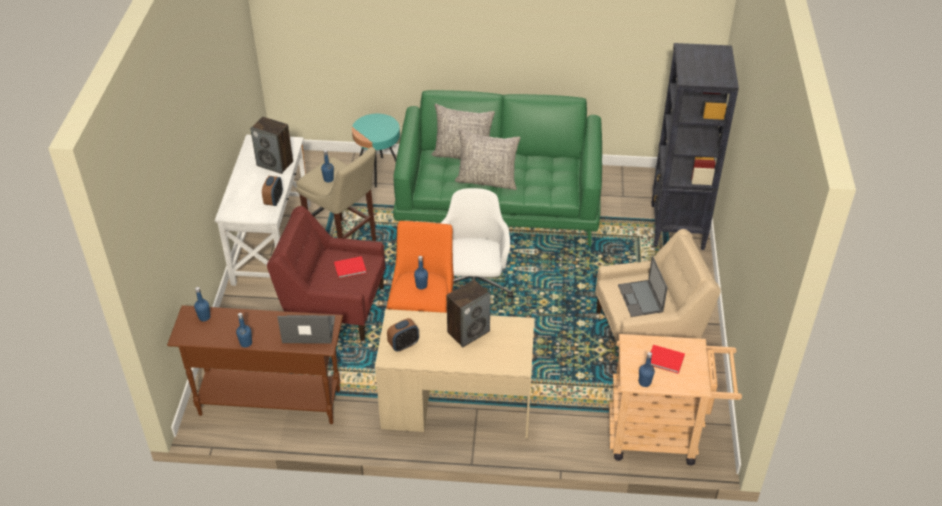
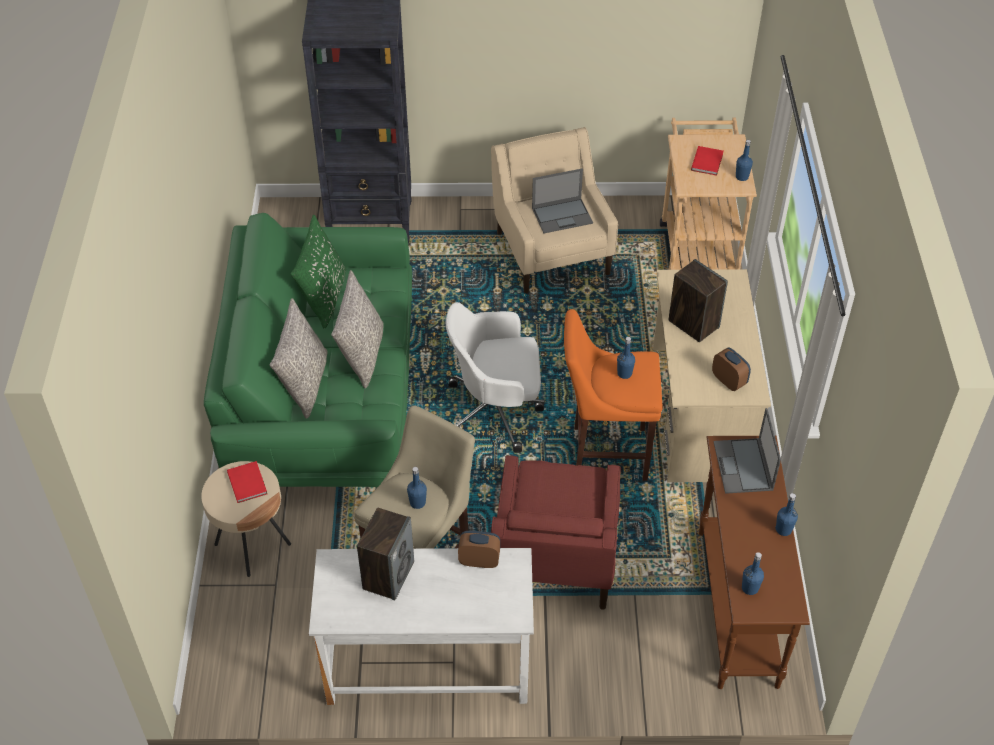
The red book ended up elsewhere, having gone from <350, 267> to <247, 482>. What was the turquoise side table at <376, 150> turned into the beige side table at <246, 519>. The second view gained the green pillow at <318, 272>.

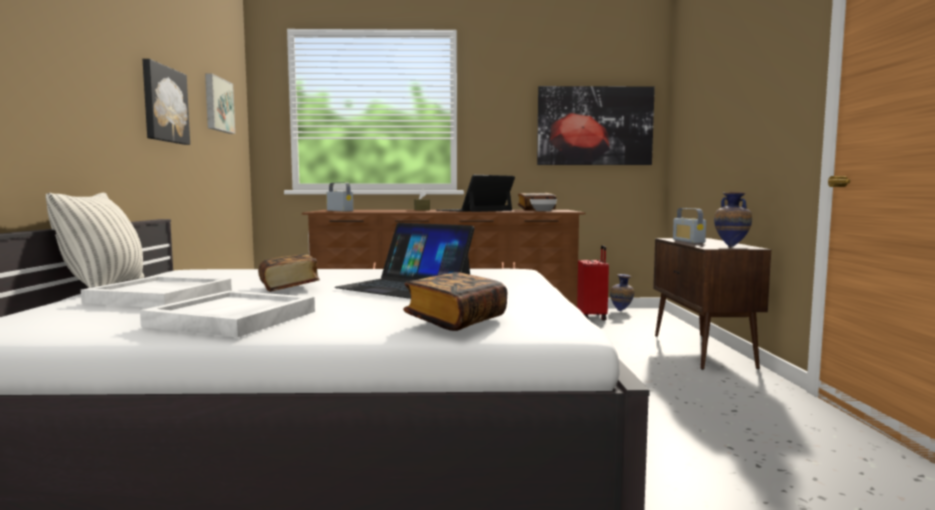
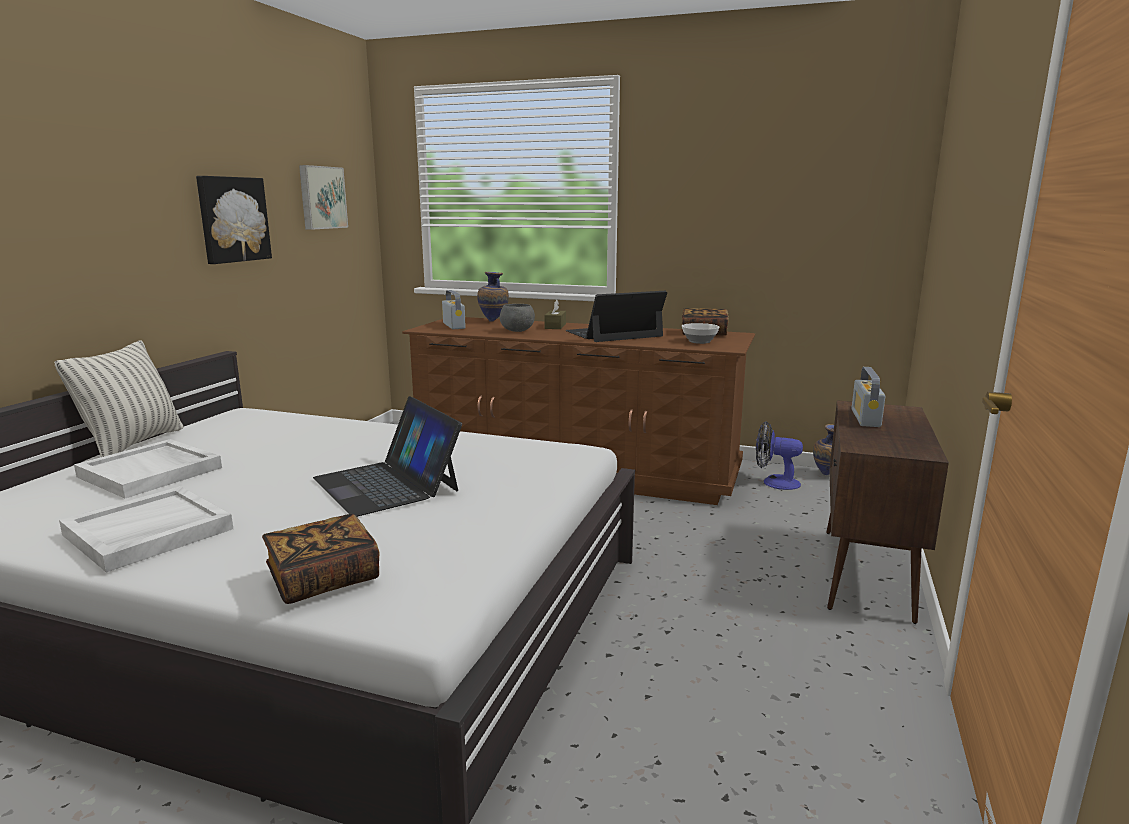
The second view lost the book at <289, 273>. The second view lost the picture at <596, 125>. Where the red suitcase stood at <593, 282>, the fan came to stand at <779, 455>. The vase ended up elsewhere, having gone from <733, 219> to <493, 297>. The second view gained the grey bowl at <517, 318>.

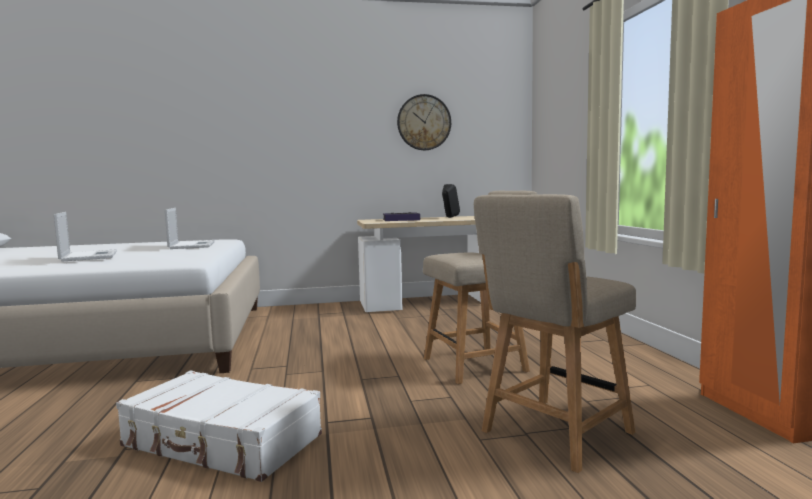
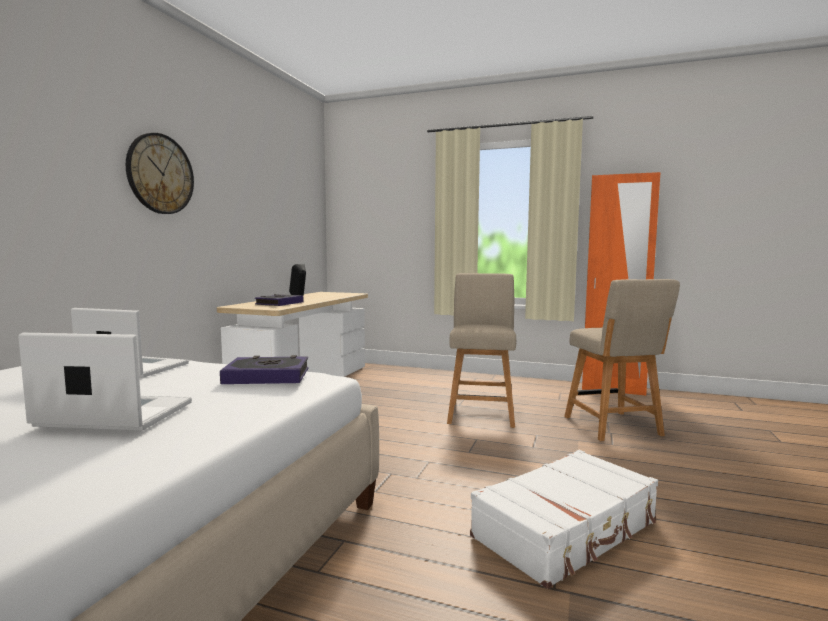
The wall clock ended up elsewhere, having gone from <424, 122> to <160, 173>. The second view gained the book at <264, 369>.

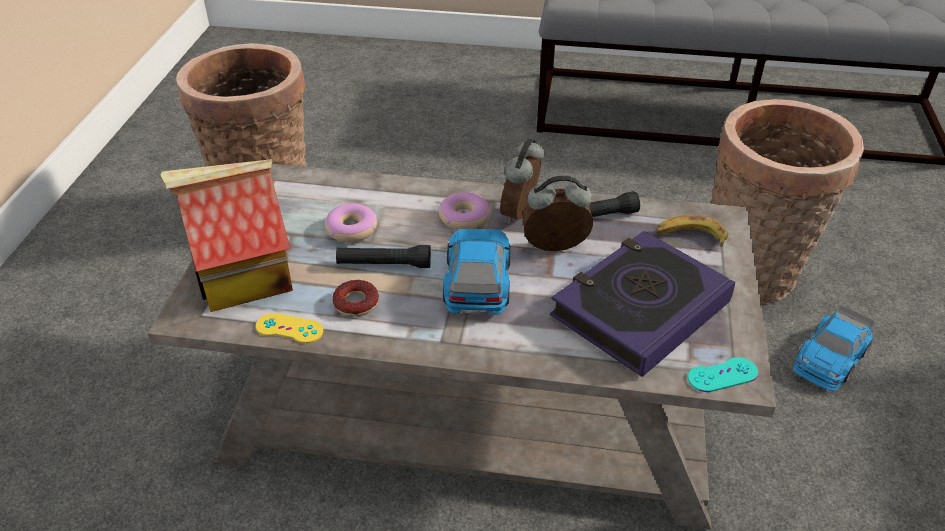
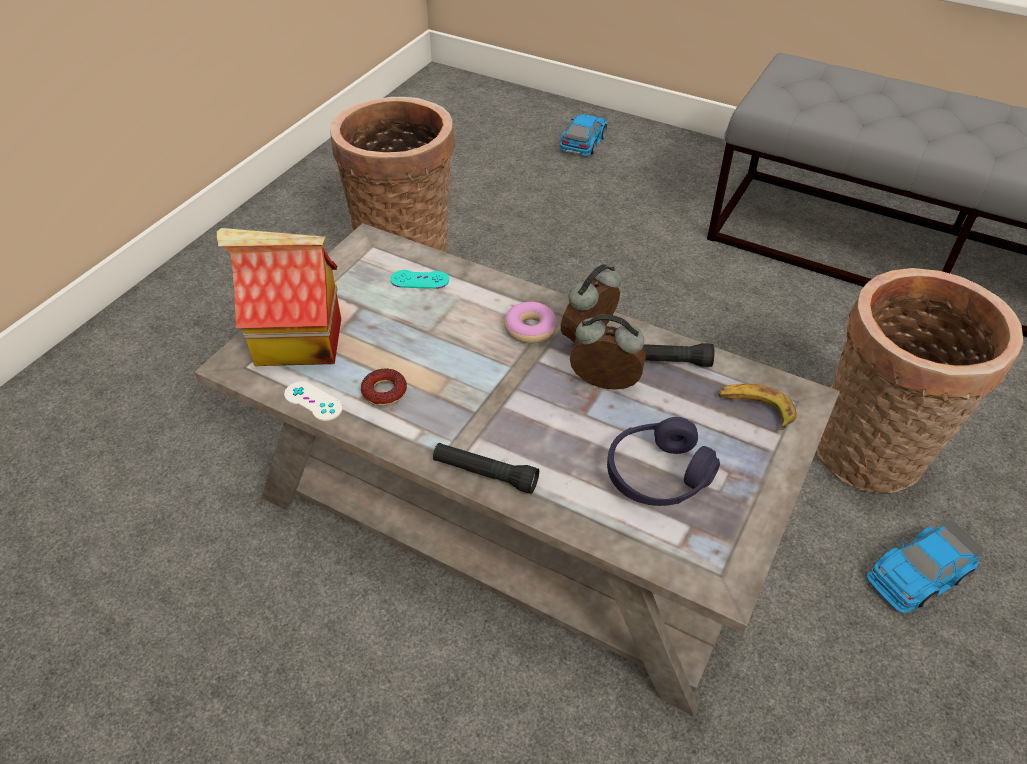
What was the yellow game controller at <289, 328> turned into the white game controller at <313, 401>. The second view lost the donut at <351, 223>. The black flashlight ended up elsewhere, having gone from <383, 256> to <486, 468>. The toy car ended up elsewhere, having gone from <477, 272> to <584, 135>. Where the book stood at <642, 304>, the purple headphones came to stand at <663, 461>. The turquoise game controller ended up elsewhere, having gone from <723, 374> to <419, 279>.

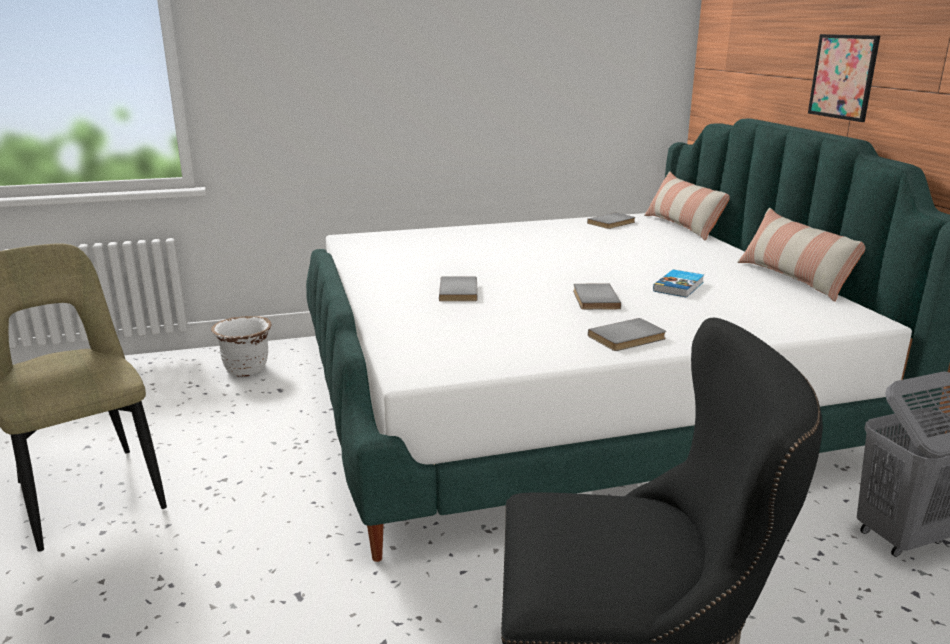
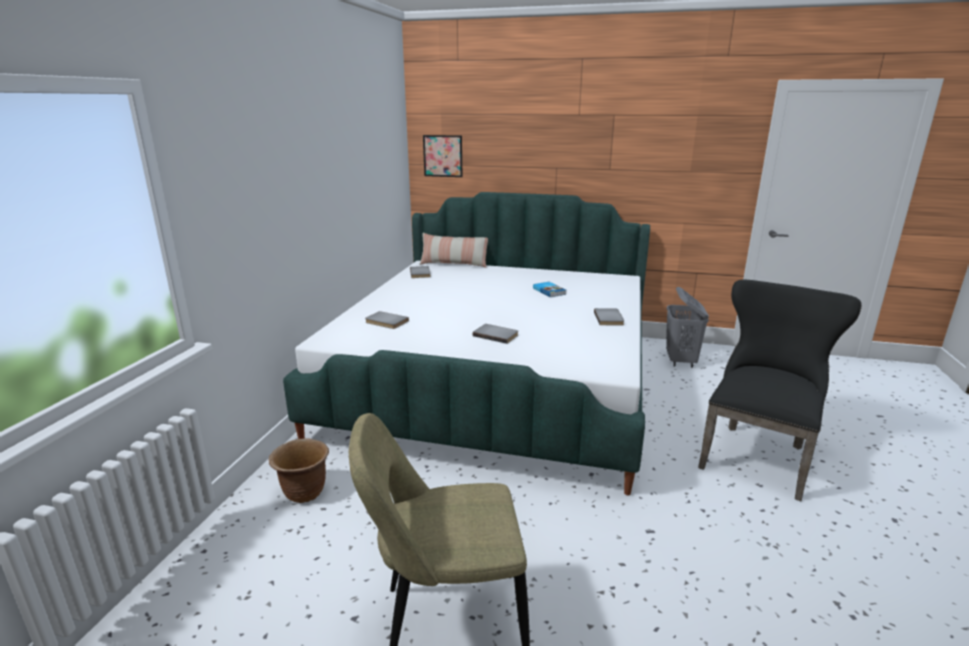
What was the white planter at <241, 346> turned into the brown planter at <298, 470>. The grey book ended up elsewhere, having gone from <597, 296> to <387, 320>. The second view lost the pillow at <801, 255>. The picture ended up elsewhere, having gone from <844, 78> to <442, 156>.

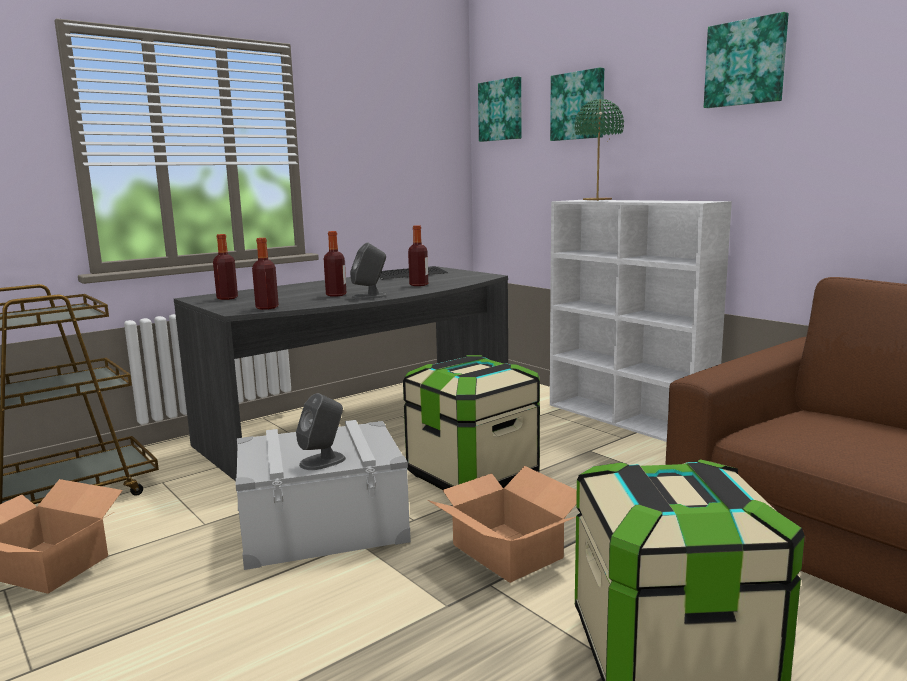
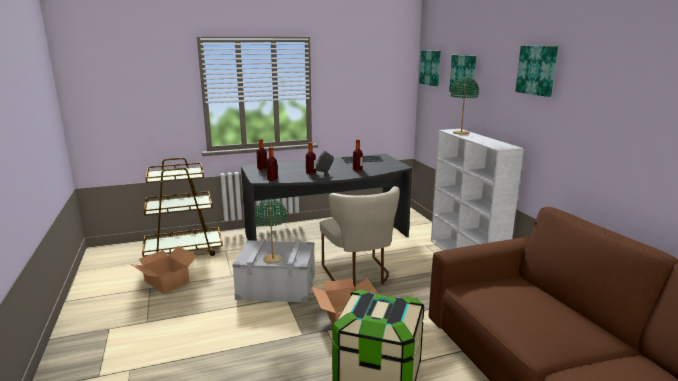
Where the grey speaker stood at <321, 431>, the green table lamp came to stand at <270, 231>. Where the storage box stood at <471, 422>, the beige chair came to stand at <359, 236>.

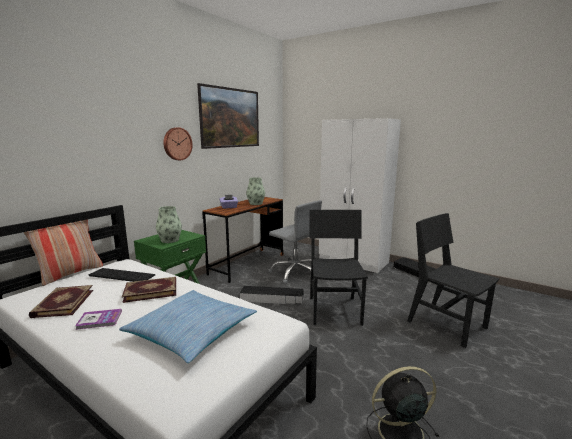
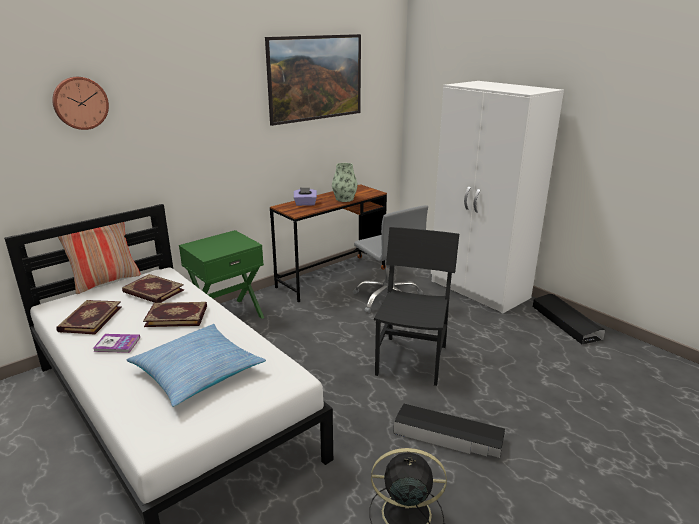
Where the keyboard stood at <121, 275>, the book came to stand at <153, 288>. The second view lost the vase at <169, 224>. The wall clock ended up elsewhere, having gone from <178, 143> to <80, 103>. The black storage box ended up elsewhere, having gone from <271, 295> to <449, 431>. The second view lost the black chair at <453, 280>.

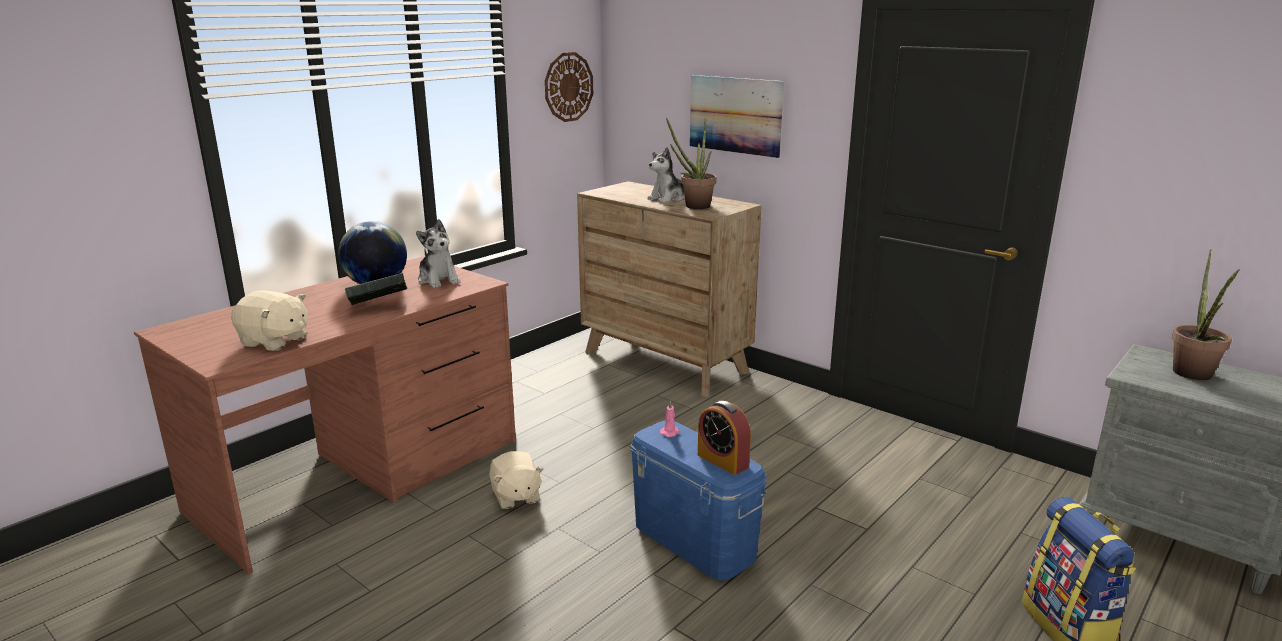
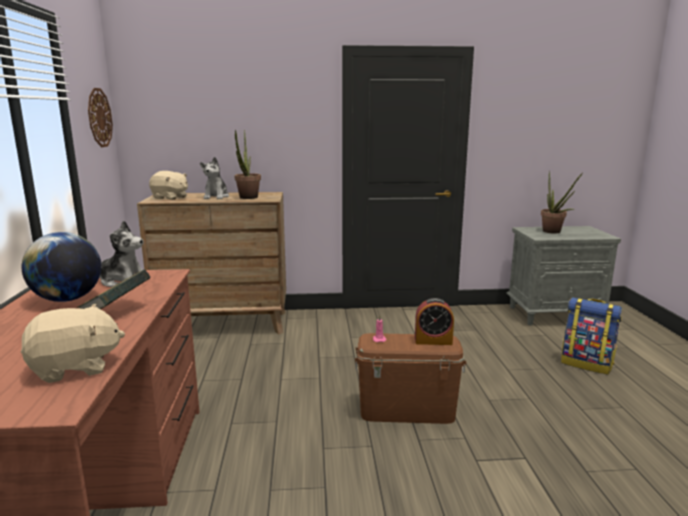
The beige plush toy ended up elsewhere, having gone from <516, 480> to <168, 185>. What was the blue storage box at <699, 500> turned into the brown storage box at <410, 378>. The second view lost the picture at <737, 116>.

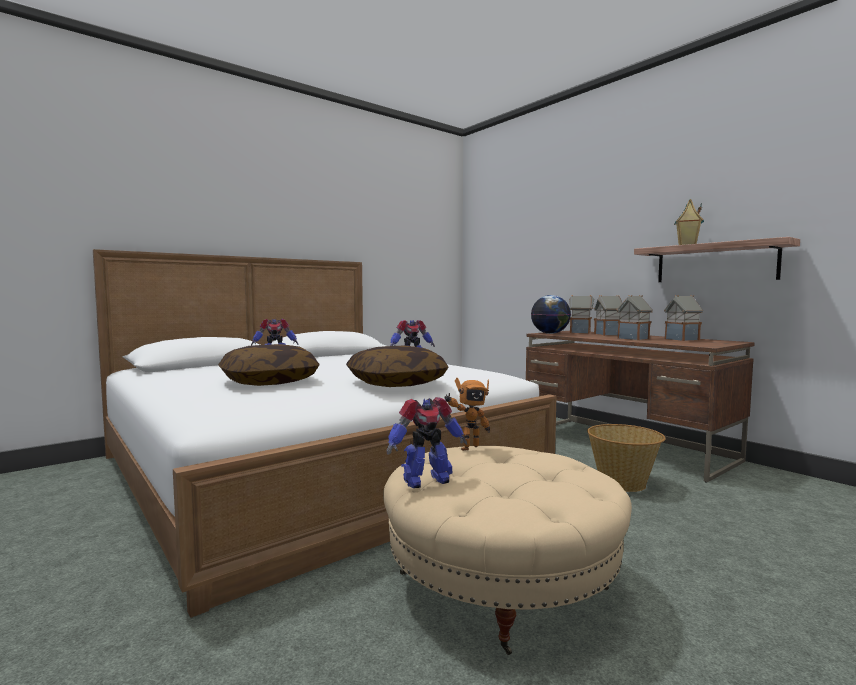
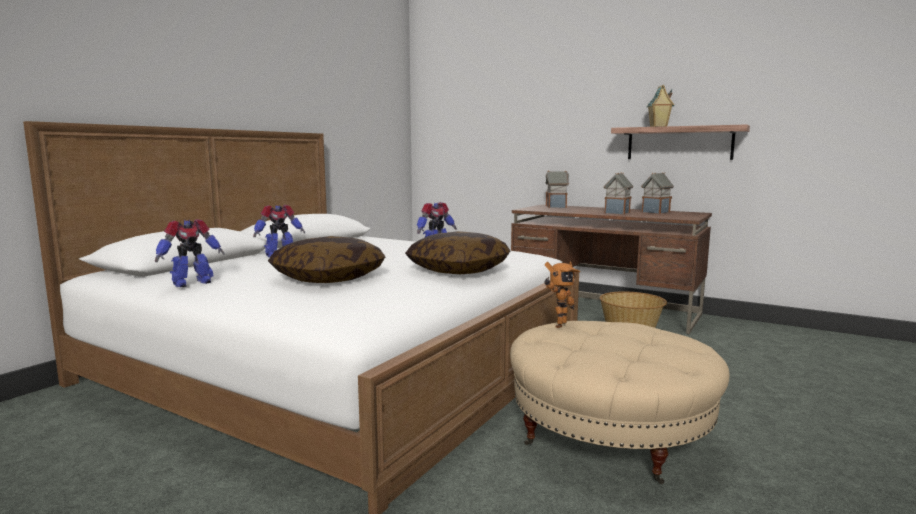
The toy robot ended up elsewhere, having gone from <426, 442> to <190, 253>. The second view lost the globe at <551, 314>. The second view lost the toy house at <608, 315>.

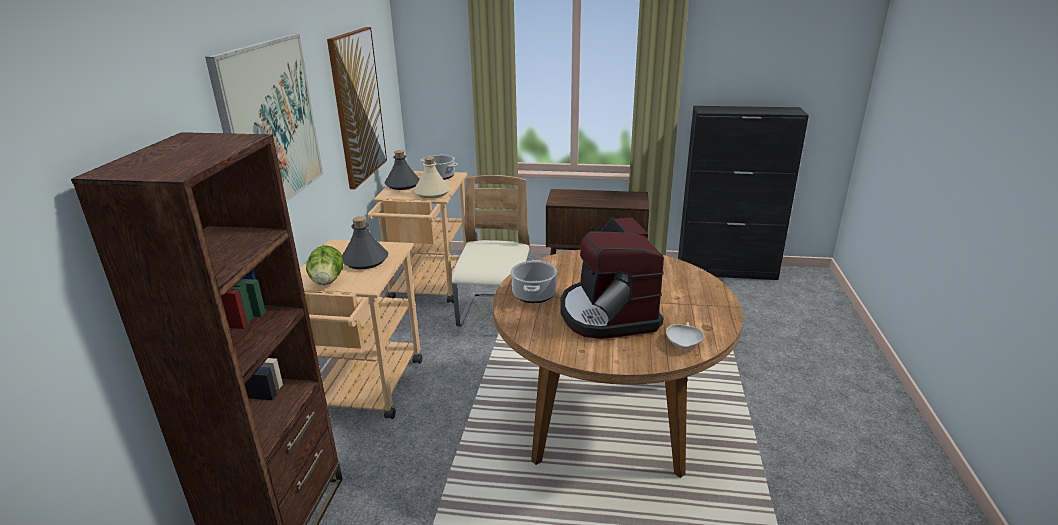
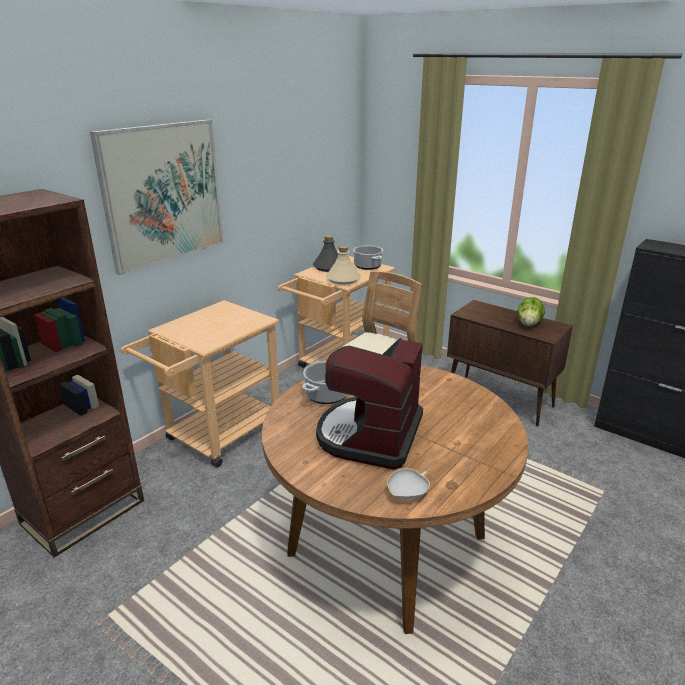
The lettuce ended up elsewhere, having gone from <324, 265> to <531, 311>. The second view lost the picture at <357, 108>. The second view lost the grey bottle at <365, 242>.

